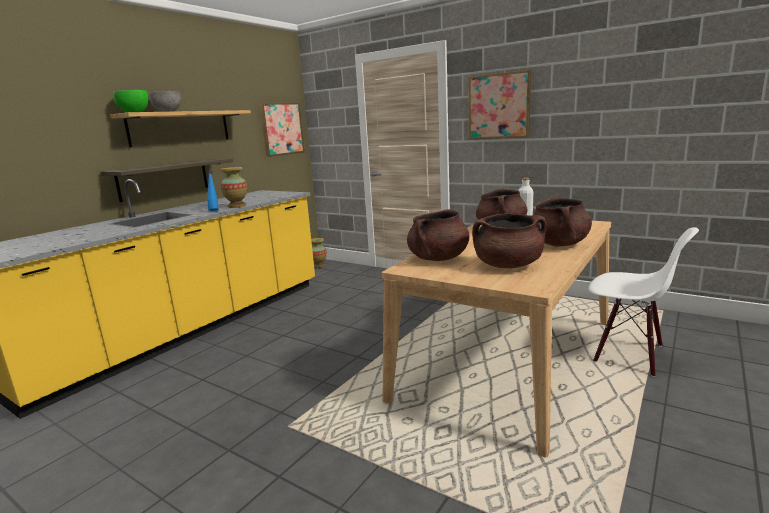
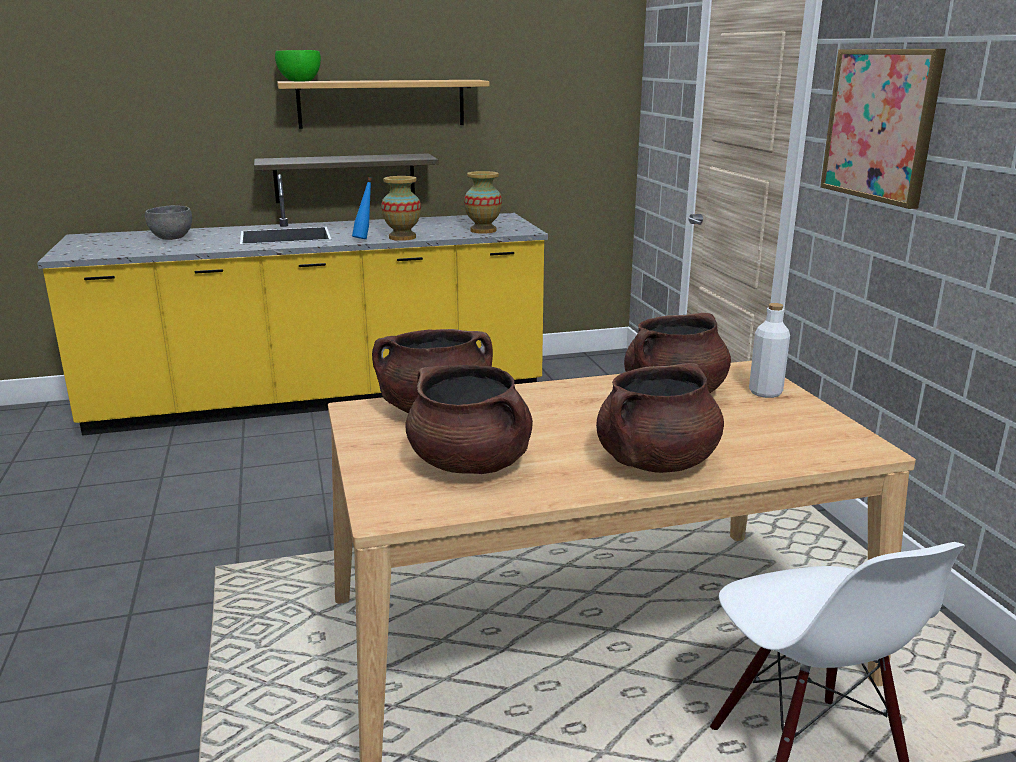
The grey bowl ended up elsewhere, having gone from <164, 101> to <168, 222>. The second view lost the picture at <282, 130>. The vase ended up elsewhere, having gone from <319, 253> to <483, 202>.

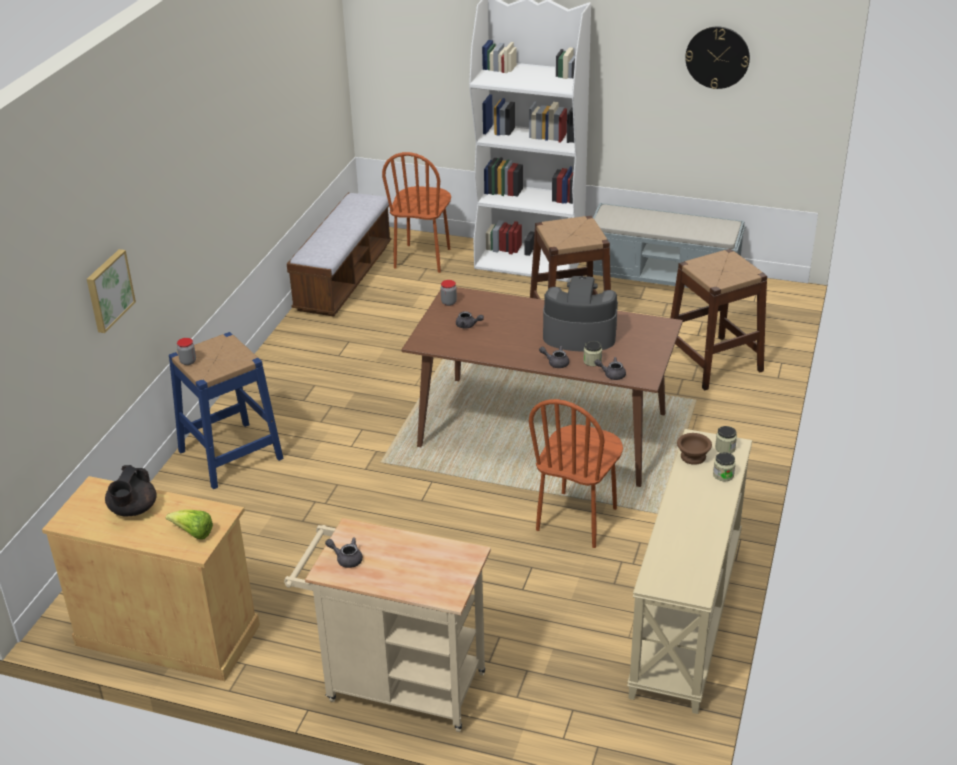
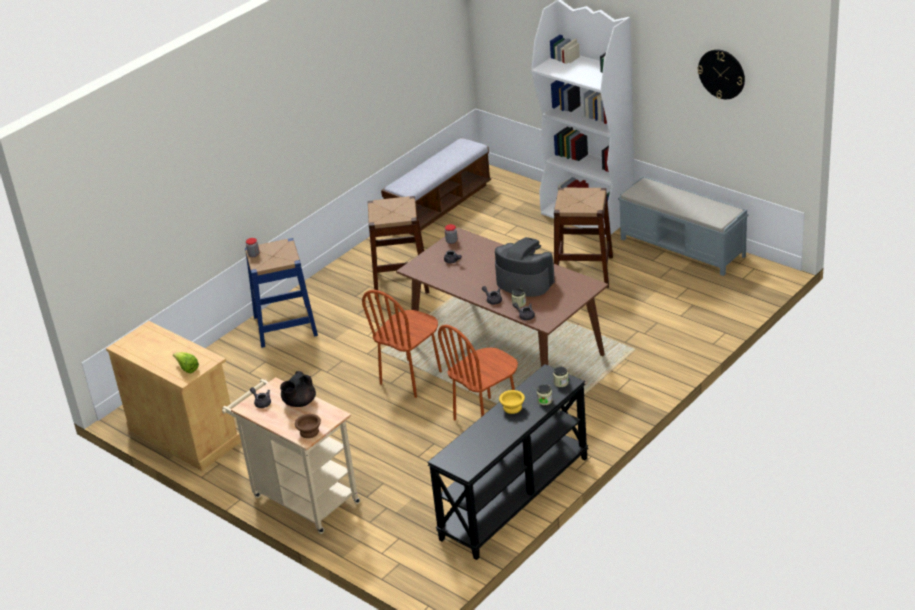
The second view lost the picture at <111, 291>. The black teapot ended up elsewhere, having gone from <131, 491> to <298, 389>. The brown chair ended up elsewhere, having gone from <416, 212> to <402, 344>. What was the beige console table at <689, 571> turned into the black console table at <507, 462>. The brown stool ended up elsewhere, having gone from <718, 319> to <398, 247>. The brown bowl ended up elsewhere, having gone from <694, 449> to <308, 426>. The second view gained the yellow bowl at <512, 402>.

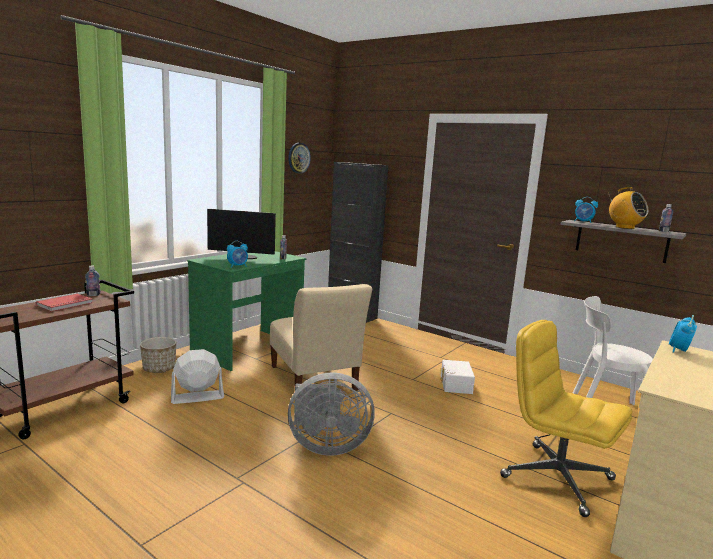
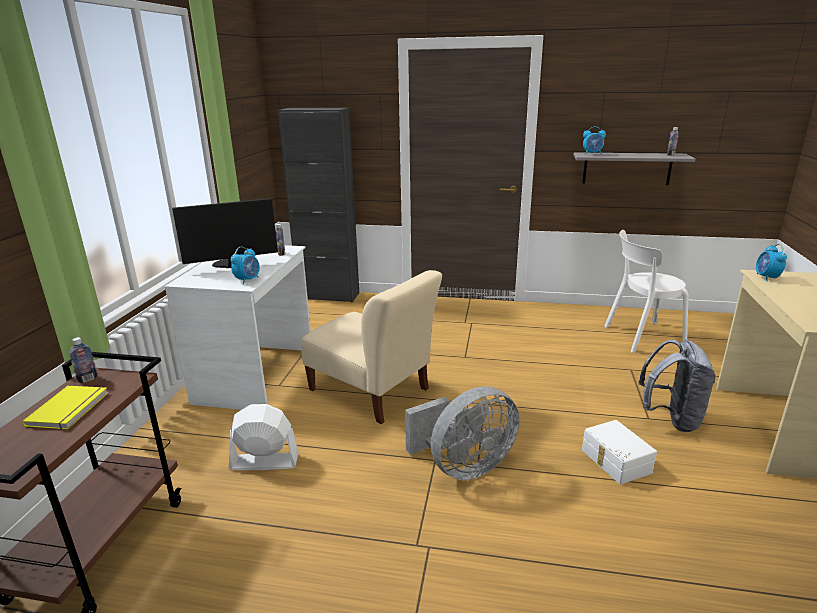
What was the red book at <64, 303> turned into the yellow book at <65, 408>. The second view lost the planter at <158, 355>. The white fan at <197, 376> ended up facing another way, 45 degrees clockwise from before. What was the green desk at <247, 311> turned into the white desk at <238, 327>. The second view lost the wall clock at <299, 158>. The white storage box ended up elsewhere, having gone from <457, 377> to <619, 452>. Where the yellow office chair stood at <566, 418>, the grey backpack came to stand at <677, 386>. The second view lost the radio at <628, 208>.

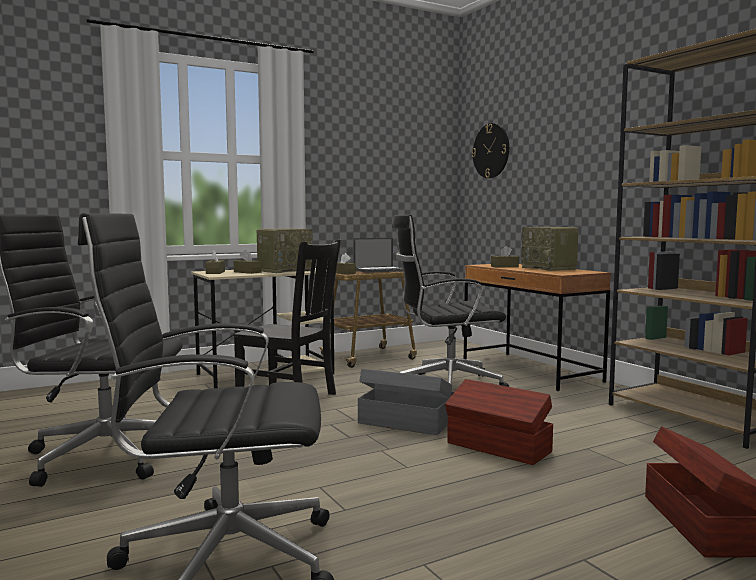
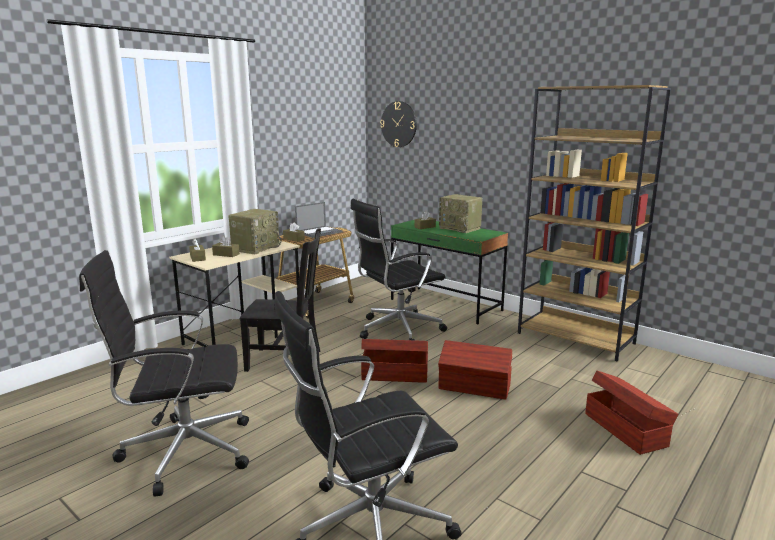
What was the grey storage box at <405, 402> turned into the brown storage box at <394, 361>. What was the brown desk at <537, 327> turned into the green desk at <449, 271>.

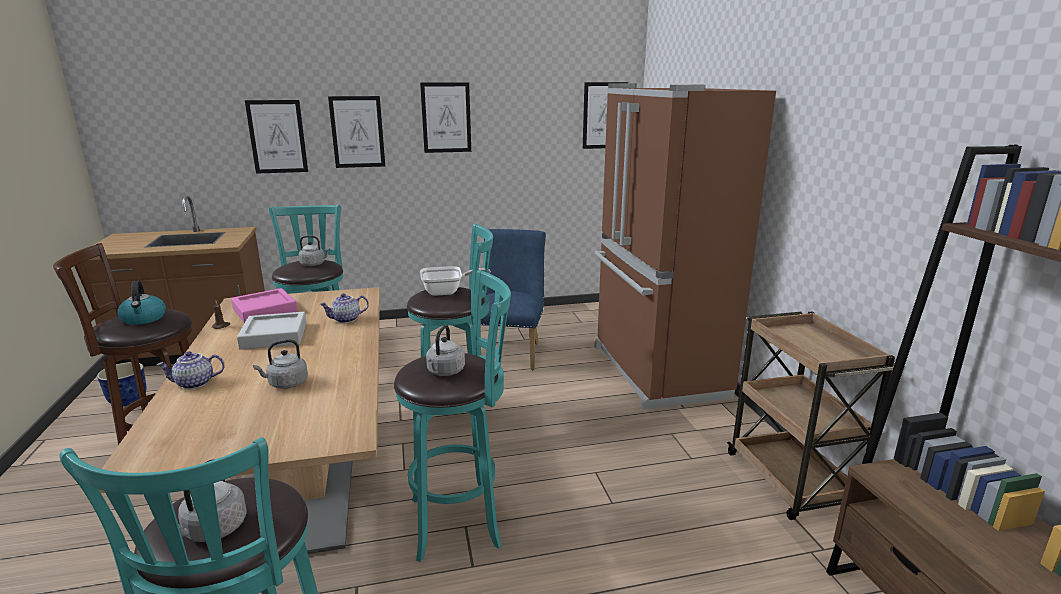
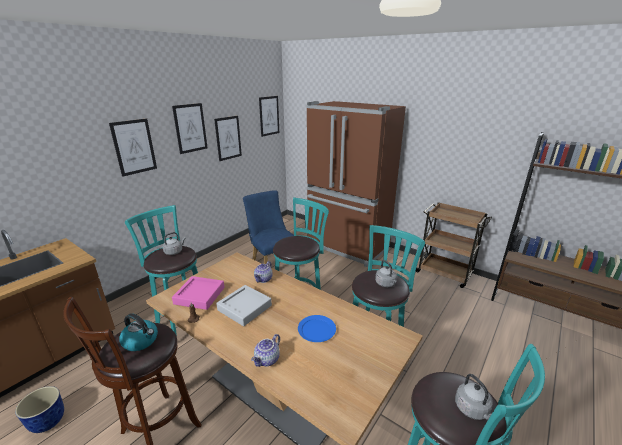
The picture ended up elsewhere, having gone from <276, 137> to <228, 138>. Where the grey kettle stood at <280, 364>, the blue plate came to stand at <317, 328>. The second view lost the frying pan at <455, 281>.

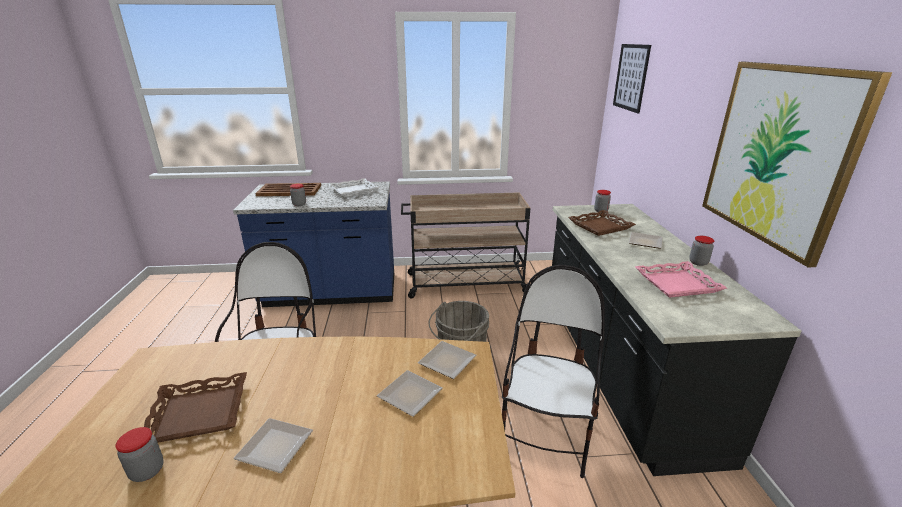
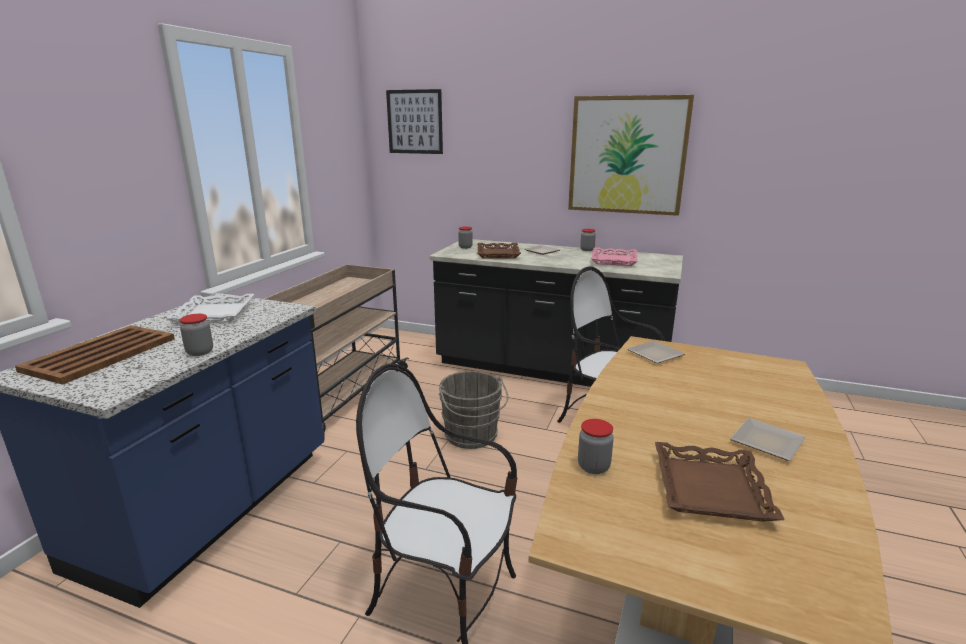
The jar ended up elsewhere, having gone from <139, 454> to <596, 446>. The second view lost the plate at <410, 393>.

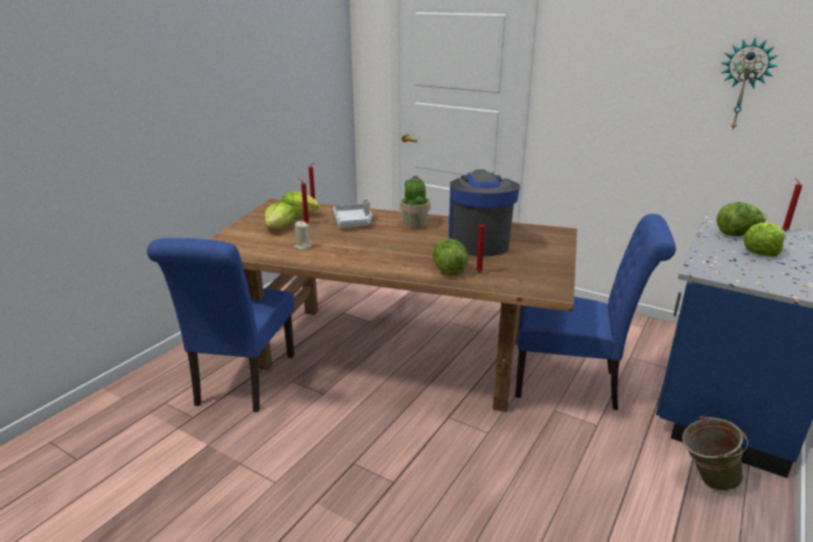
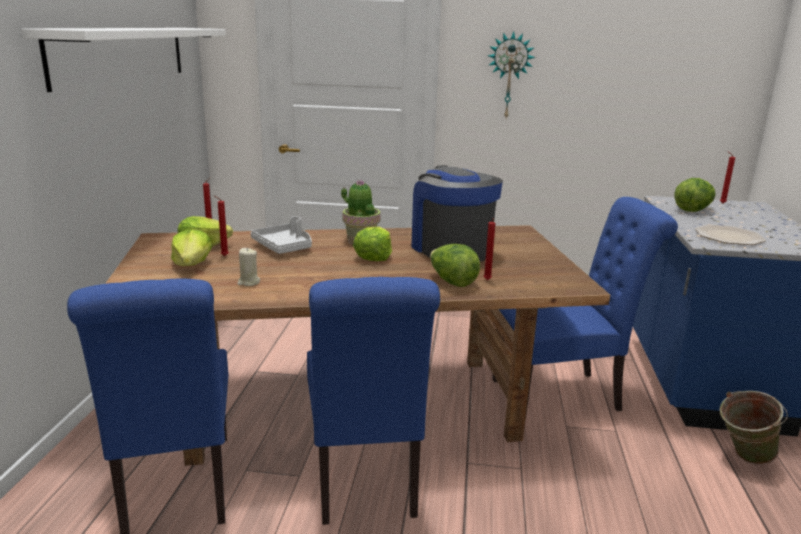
The wall clock ended up elsewhere, having gone from <750, 84> to <512, 74>. The lettuce ended up elsewhere, having gone from <764, 240> to <372, 244>. The second view gained the white shelf at <124, 60>. The second view gained the blue chair at <373, 401>. The second view gained the plate at <730, 234>.

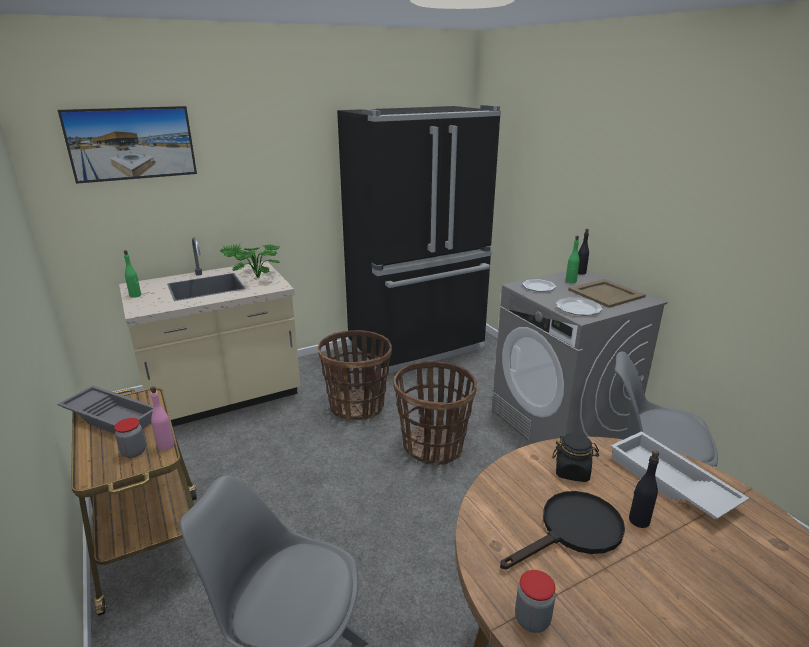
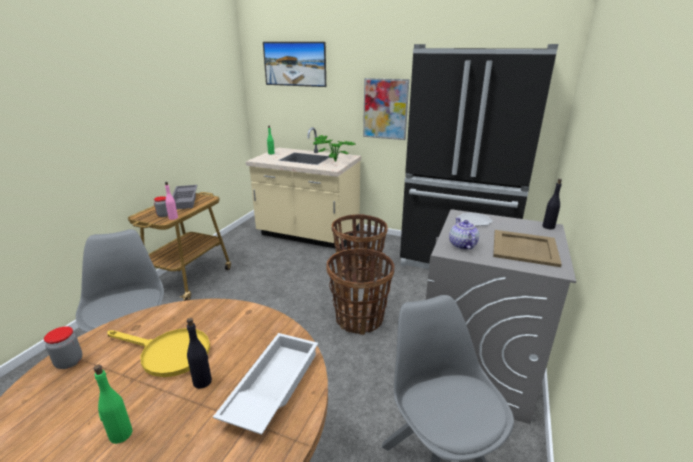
What was the black frying pan at <562, 530> turned into the yellow frying pan at <158, 352>. The second view lost the black jar at <576, 457>. Where the plate stood at <579, 306>, the teapot came to stand at <464, 234>. The green bottle ended up elsewhere, having gone from <573, 259> to <113, 404>. The second view gained the picture at <386, 109>.

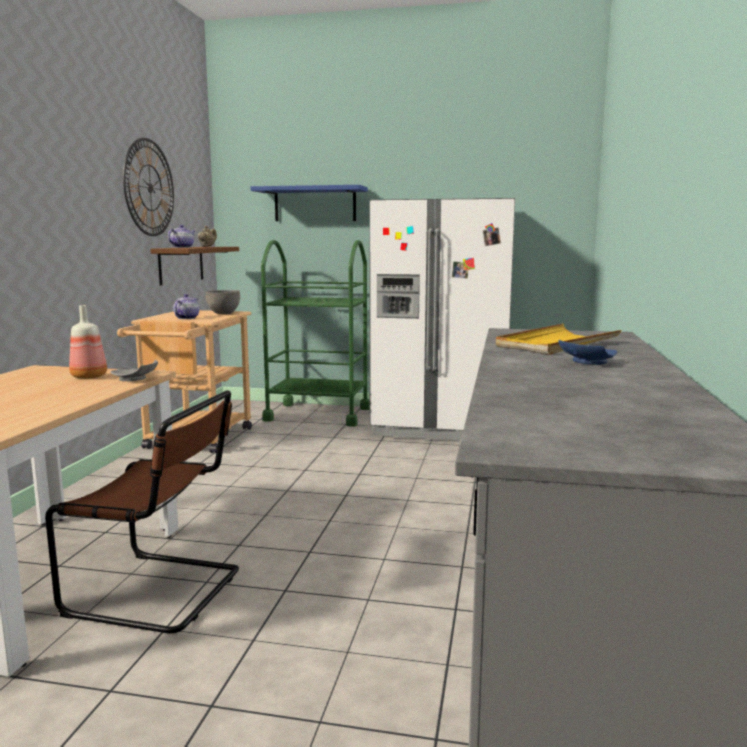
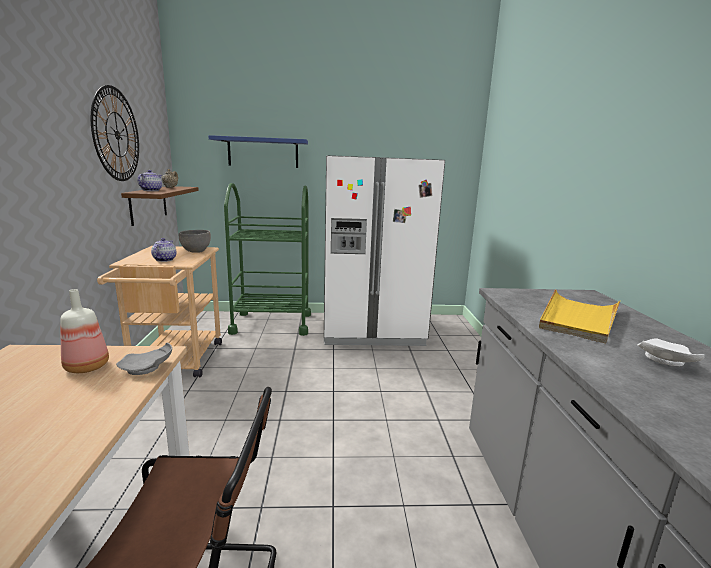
What was the blue plate at <588, 352> turned into the white plate at <671, 352>.

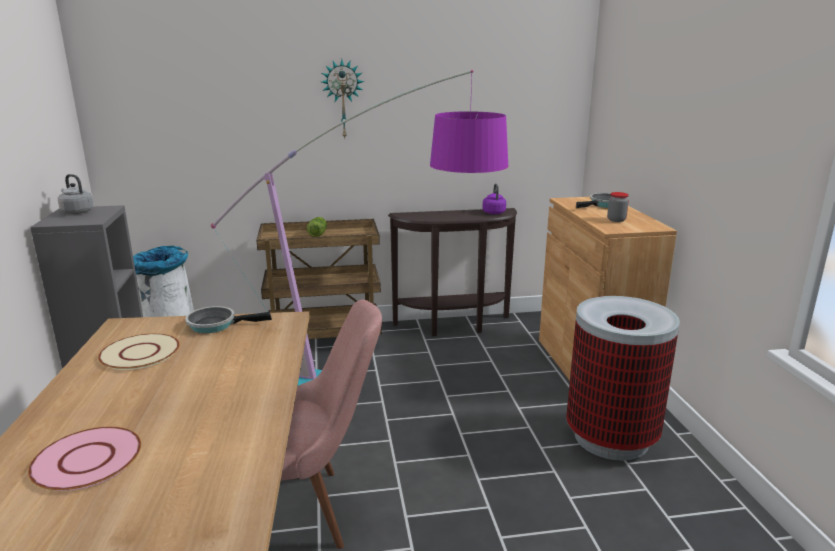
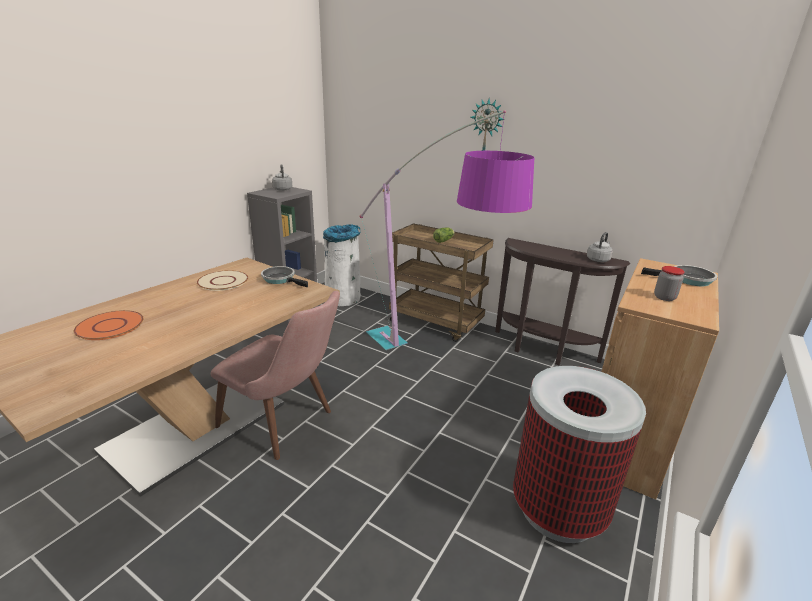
What was the pink plate at <84, 459> turned into the orange plate at <109, 325>. What was the purple kettle at <494, 198> turned into the grey kettle at <600, 247>.

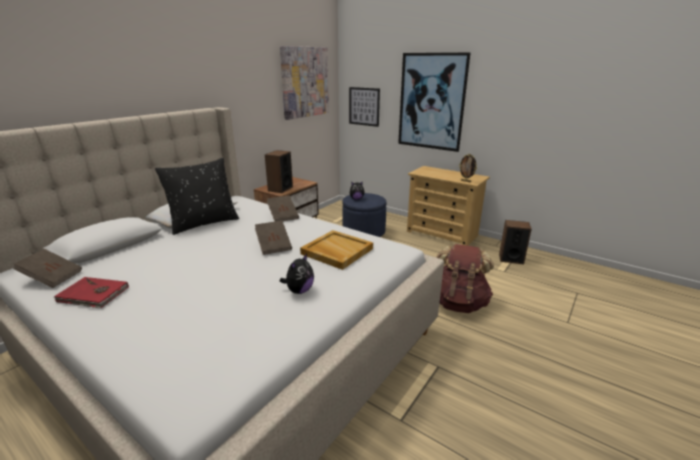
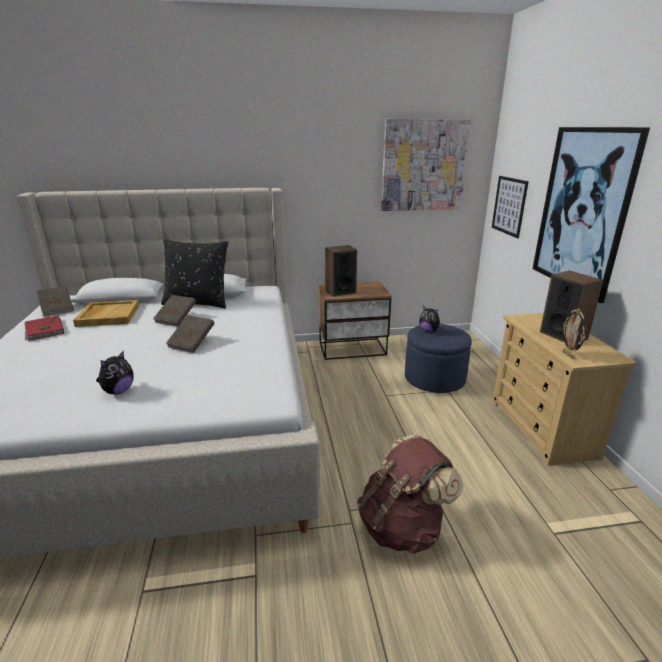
The brown book ended up elsewhere, having gone from <283, 208> to <174, 311>. The plush toy at <297, 274> ended up facing another way, 45 degrees counterclockwise from before. The beige tray ended up elsewhere, having gone from <336, 250> to <106, 313>. The speaker ended up elsewhere, having gone from <515, 242> to <571, 306>.

